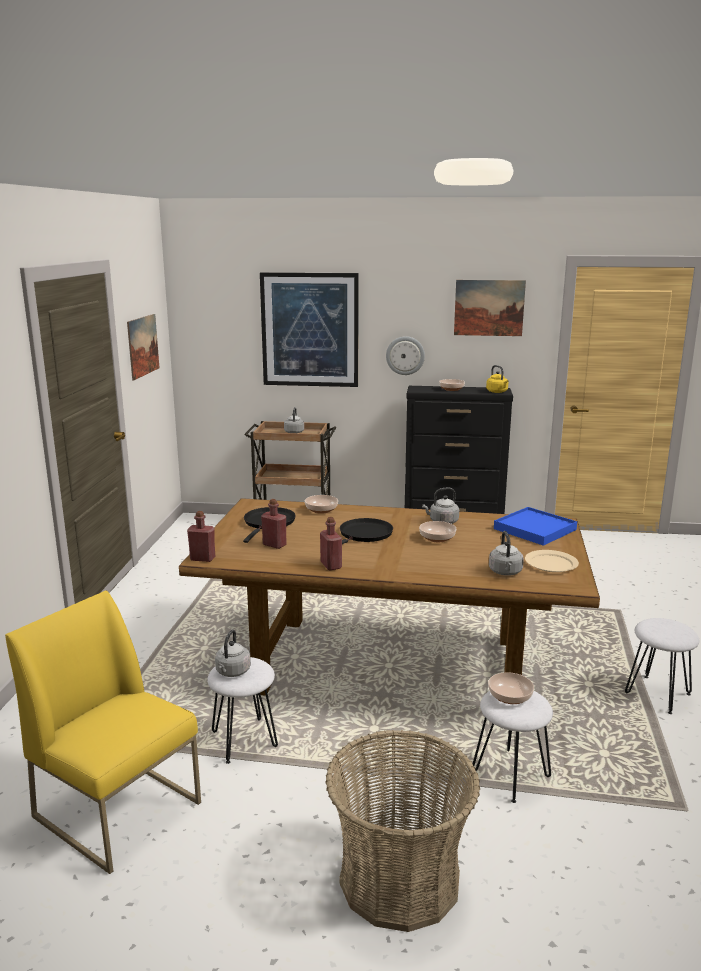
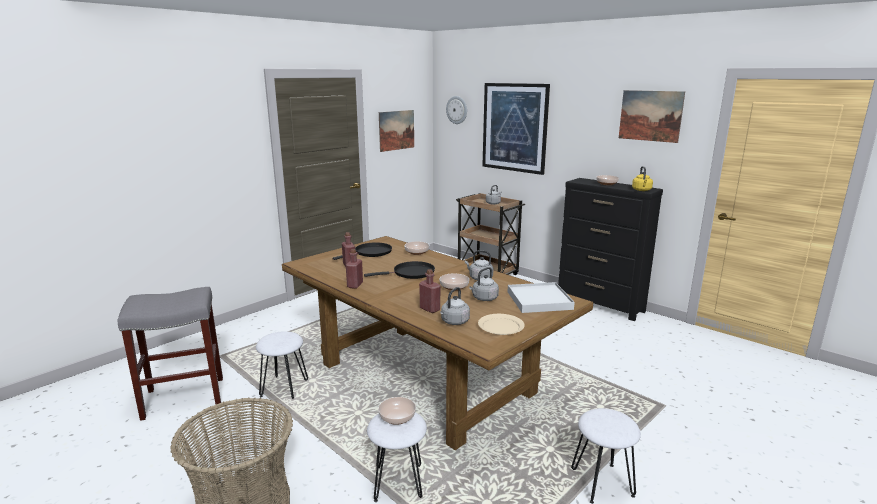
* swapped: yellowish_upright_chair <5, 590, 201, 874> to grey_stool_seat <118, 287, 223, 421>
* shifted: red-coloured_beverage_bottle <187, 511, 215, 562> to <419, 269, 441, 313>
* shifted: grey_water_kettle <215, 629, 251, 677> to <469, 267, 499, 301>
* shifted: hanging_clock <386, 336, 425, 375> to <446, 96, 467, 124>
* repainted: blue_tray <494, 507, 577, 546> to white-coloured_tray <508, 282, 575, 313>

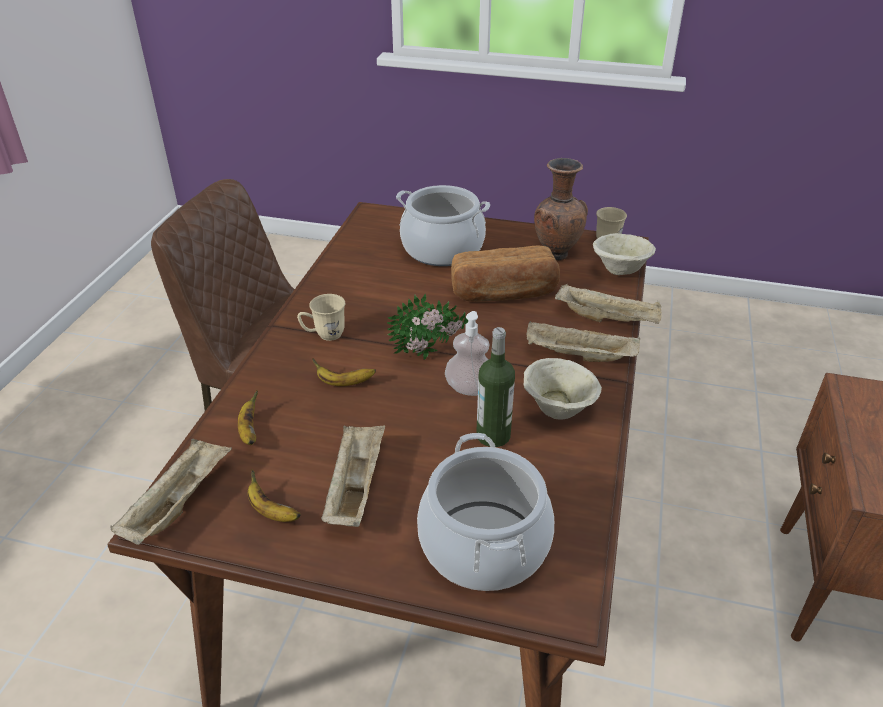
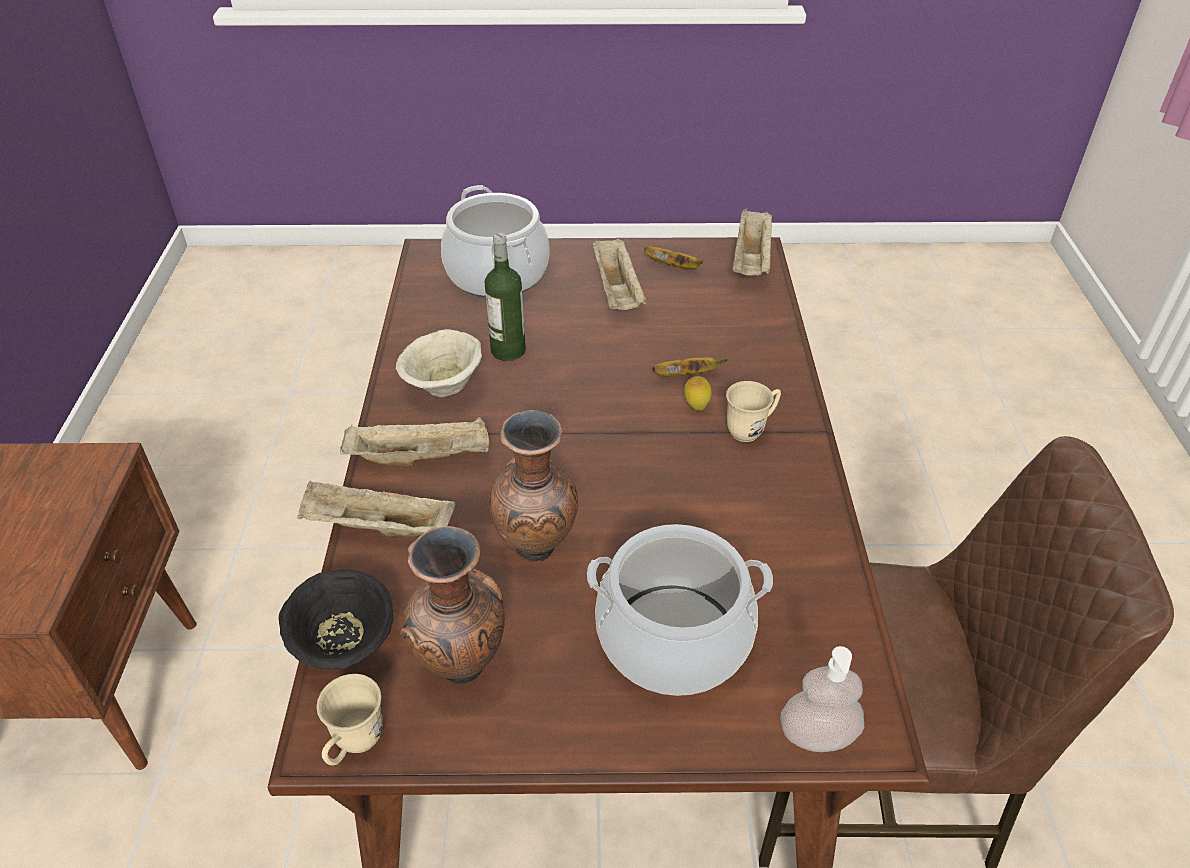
* gone: banana_fruit <238, 390, 258, 445>
* gone: houseplant <387, 293, 468, 360>
* shifted: soap_bottle <445, 311, 489, 396> to <781, 646, 864, 752>
* swapped: baked_bread <451, 246, 560, 302> to brown_vase <489, 410, 578, 561>
* repainted: beige_bowl <593, 233, 656, 275> to black_bowl <279, 569, 393, 669>
* new: citrus_fruit <684, 376, 712, 411>

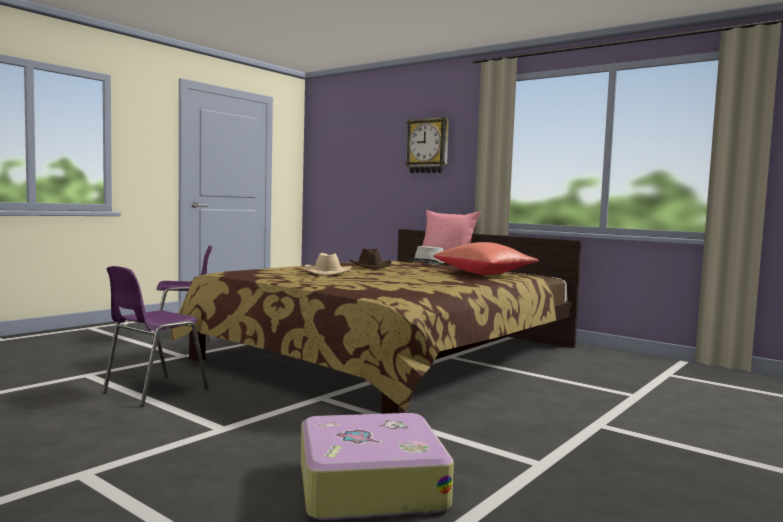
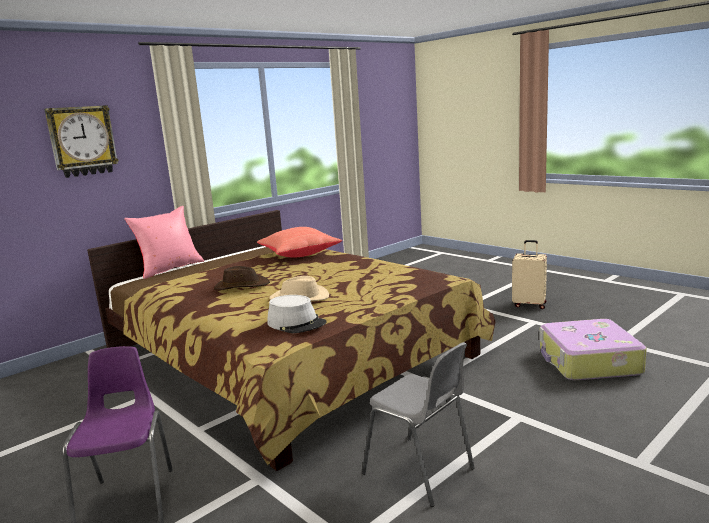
* repainted: purple-coloured_upright_chair <103, 266, 208, 406> to grey_upright_chair <362, 342, 475, 507>
* shifted: grey_clothing_hat <409, 246, 445, 264> to <267, 295, 327, 333>
* new: beige_travel_case <512, 240, 547, 309>

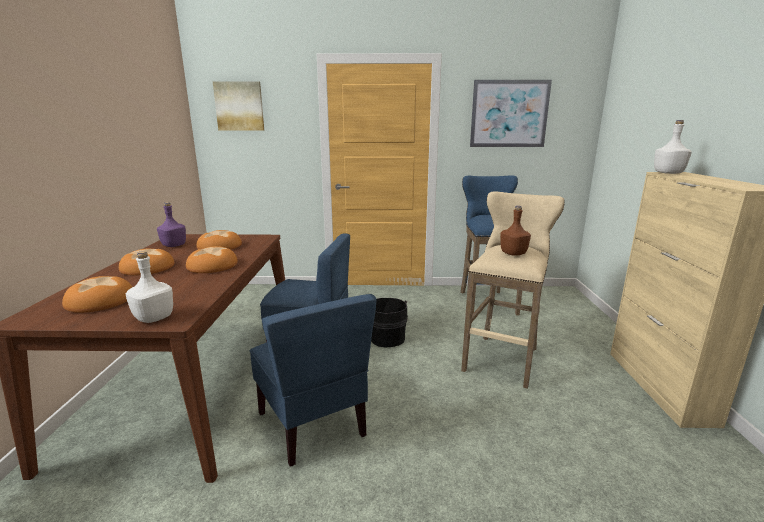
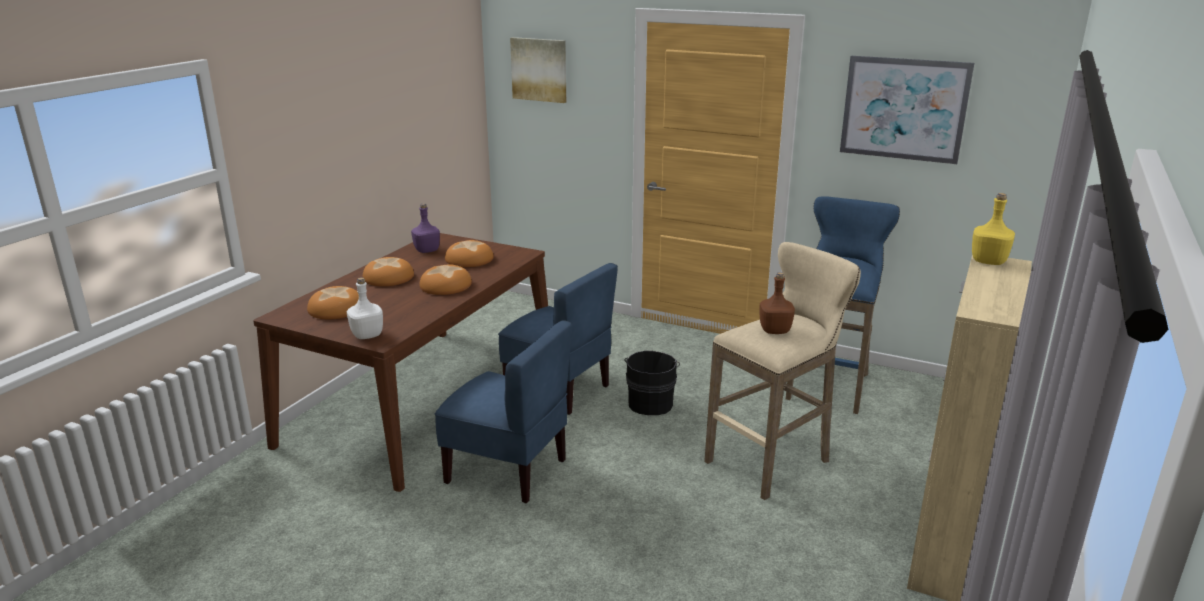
* rotated: blue_upright_chair <250, 294, 377, 466> = <435, 320, 572, 503> 60 degrees counterclockwise
* repainted: white-coloured_beverage_bottle <654, 120, 692, 174> to yellowish_beverage_bottle <972, 193, 1015, 265>

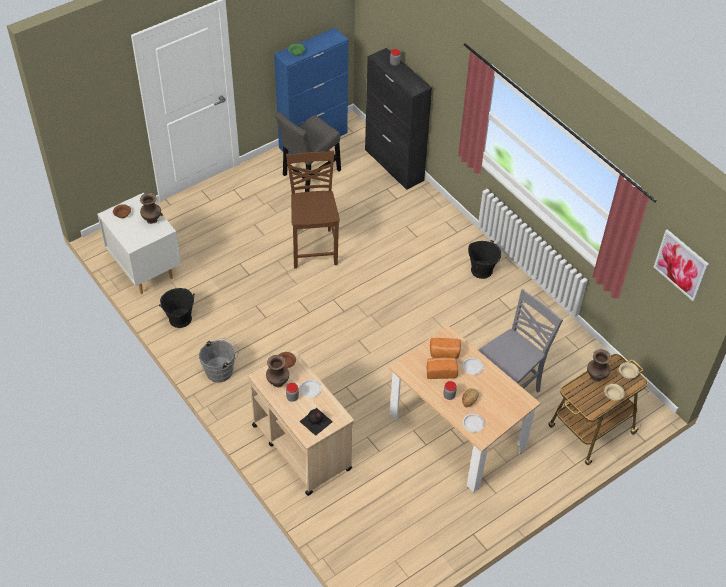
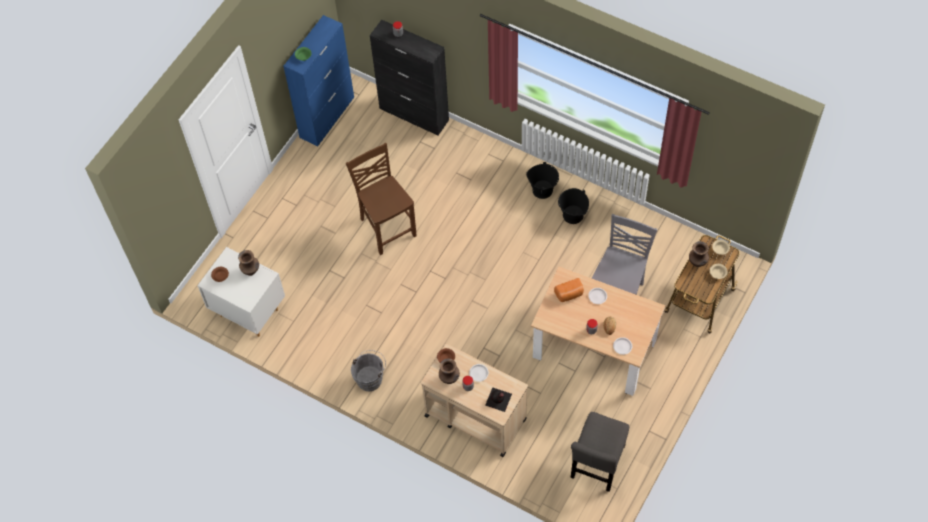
* shifted: black_bucket <159, 288, 195, 328> to <558, 188, 589, 224>
* shifted: grey_upright_chair <275, 112, 341, 192> to <571, 412, 629, 492>
* gone: baked_bread <427, 357, 458, 379>
* gone: picture <654, 229, 709, 301>

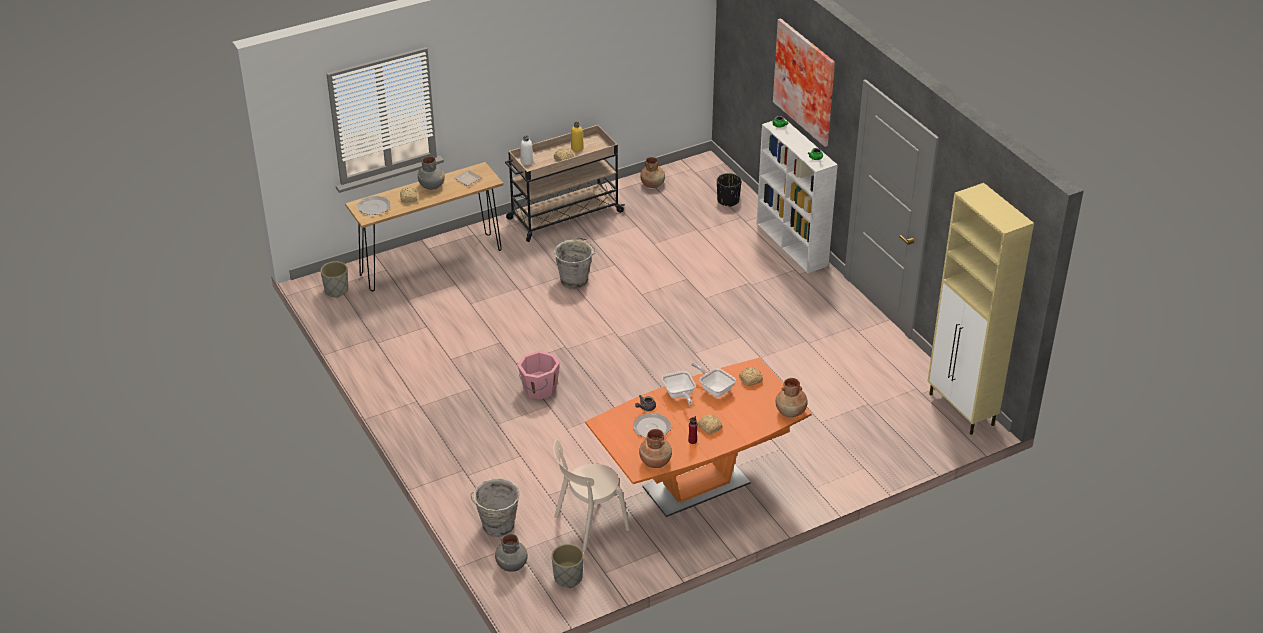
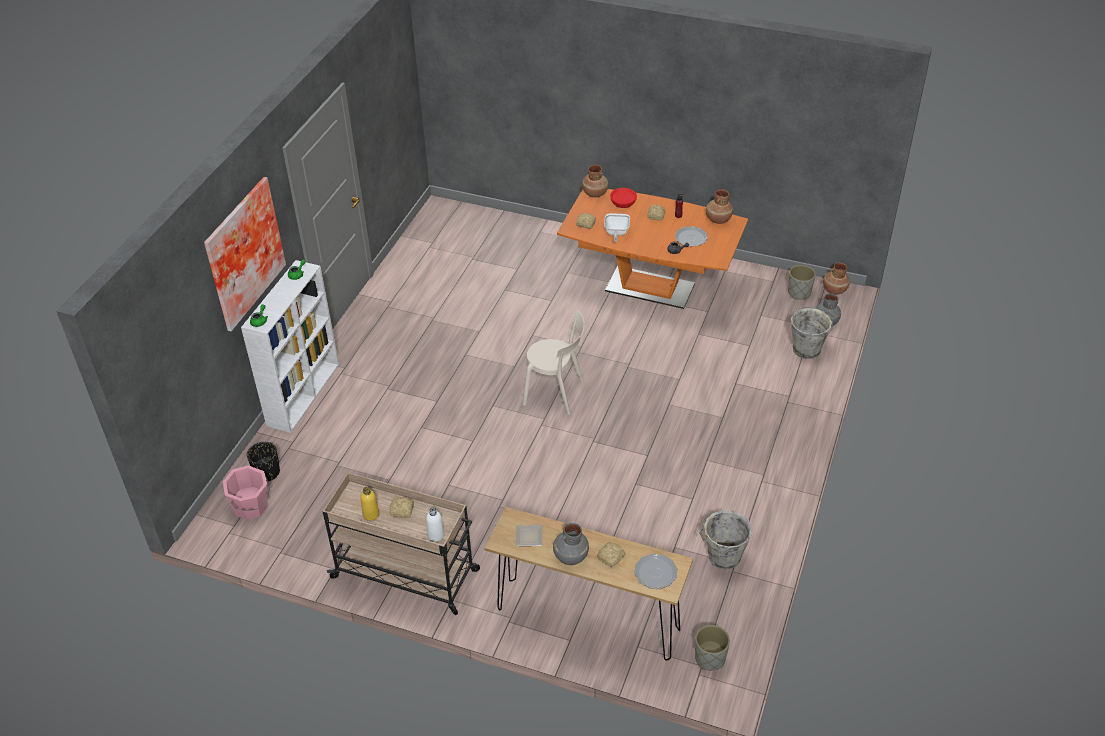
* shifted: pink_bucket <517, 351, 560, 400> to <223, 465, 270, 520>
* shifted: beige_upright_chair <553, 440, 630, 552> to <522, 310, 584, 415>
* shifted: grey_bucket <554, 237, 595, 289> to <699, 510, 752, 570>
* shifted: brown_vase <640, 157, 665, 188> to <823, 262, 850, 294>
* gone: skillet <662, 371, 696, 406>
* gone: beige_cupboard <928, 183, 1034, 435>
* new: red-coloured_bowl <610, 188, 637, 208>

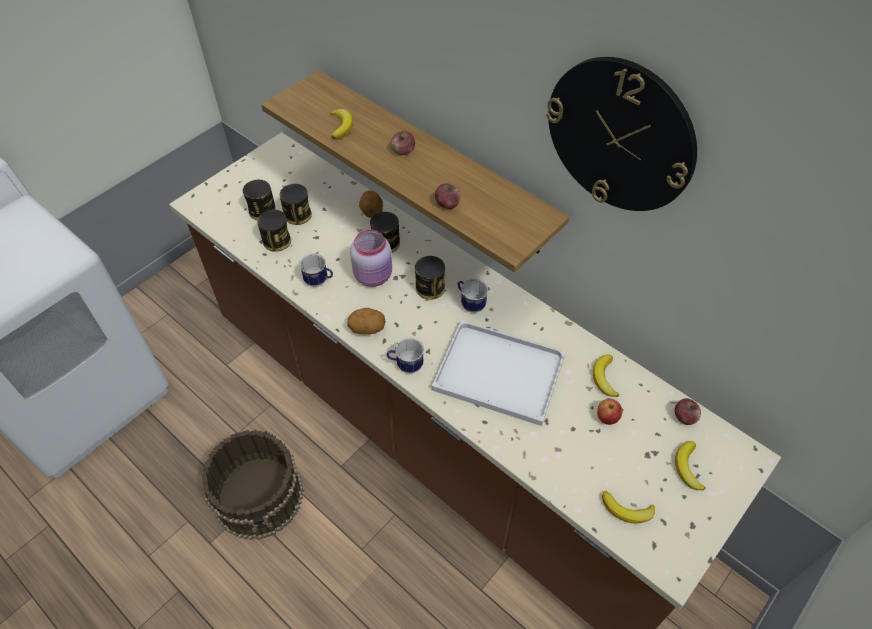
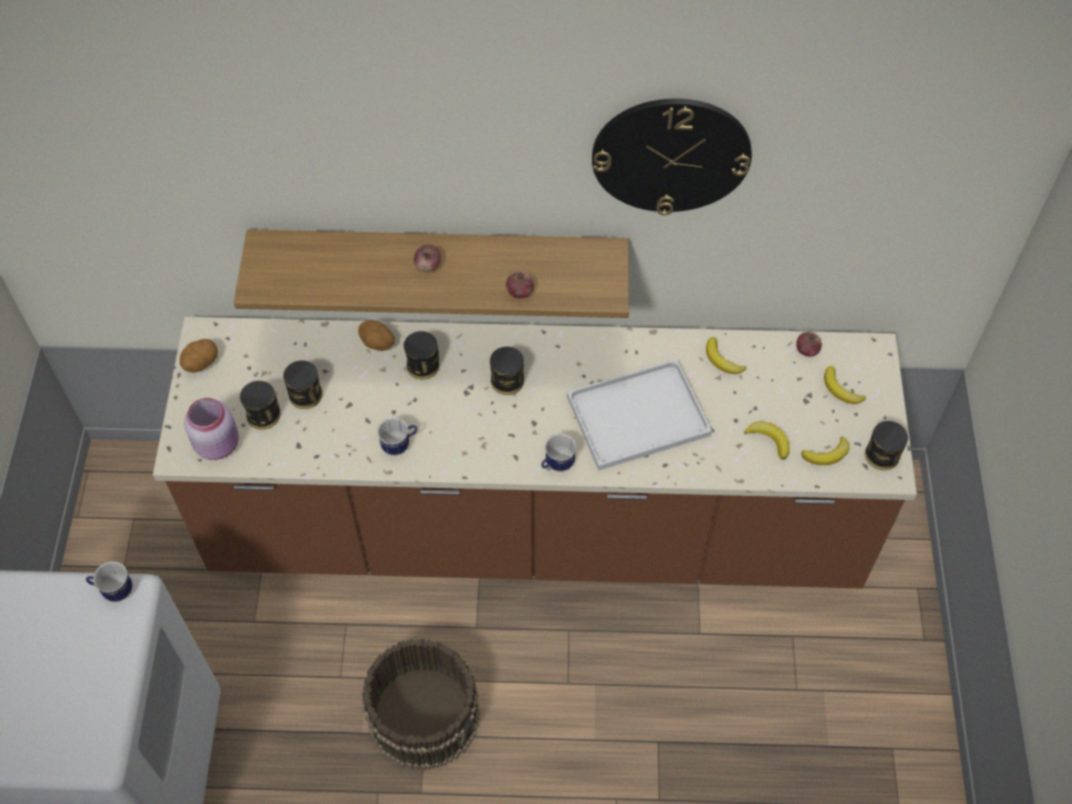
* shifted: can <257, 209, 291, 252> to <865, 421, 908, 470>
* shifted: banana_fruit <330, 109, 353, 140> to <744, 421, 789, 460>
* shifted: whole_potato <347, 308, 386, 334> to <180, 339, 218, 373>
* shifted: pink_storage_jar <350, 230, 392, 287> to <184, 398, 239, 460>
* shifted: tea_mug <458, 279, 488, 313> to <86, 561, 133, 602>
* gone: whole_apple <597, 399, 622, 425>

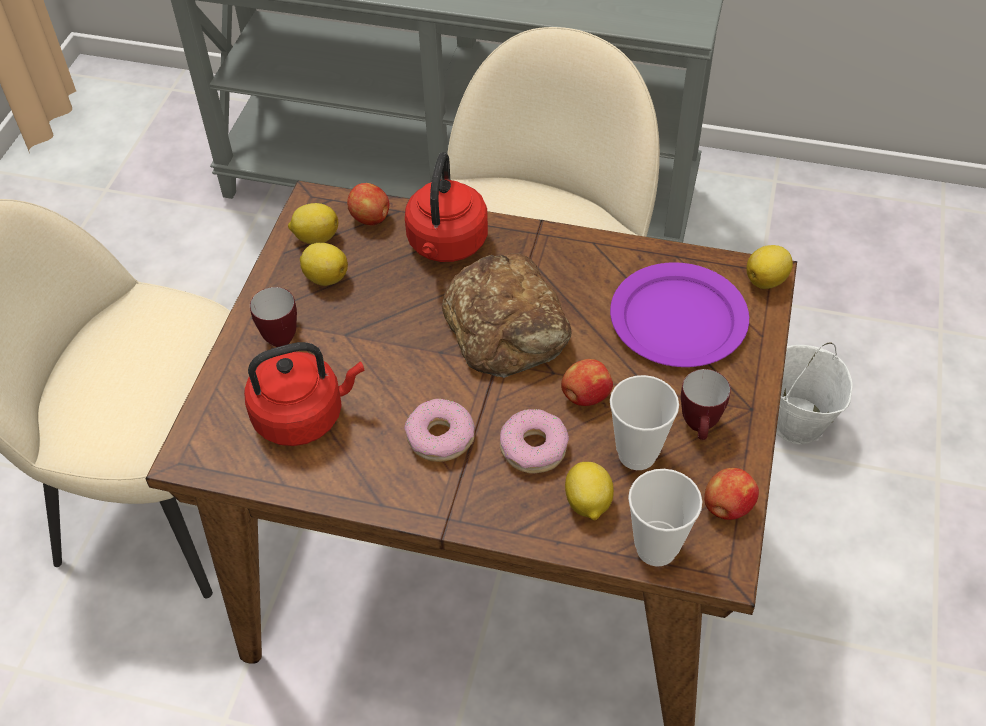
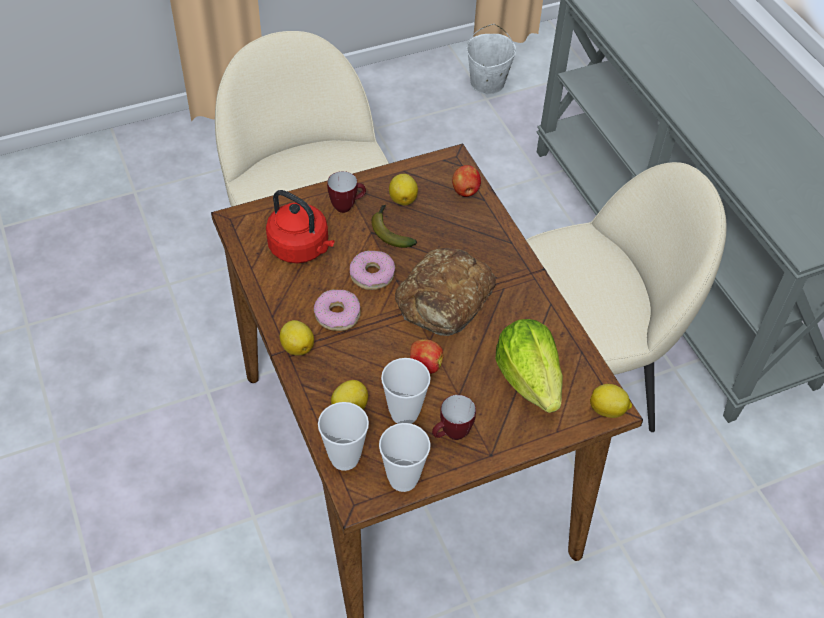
* shifted: citrus_fruit <288, 203, 338, 244> to <280, 320, 314, 355>
* gone: red-coloured_water_kettle <405, 152, 488, 262>
* shifted: donut <500, 409, 569, 474> to <350, 251, 395, 290>
* swapped: purple-coloured_plate <610, 262, 749, 367> to lettuce <495, 319, 563, 413>
* swapped: whole_apple <704, 468, 759, 520> to drinking_cup <379, 423, 430, 492>
* shifted: white-coloured_bucket <776, 342, 853, 444> to <466, 24, 516, 94>
* new: banana_fruit <371, 205, 417, 248>

